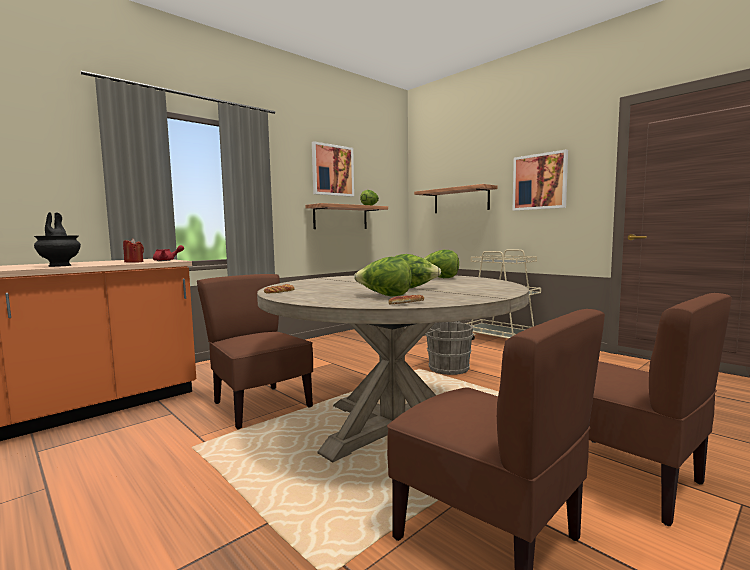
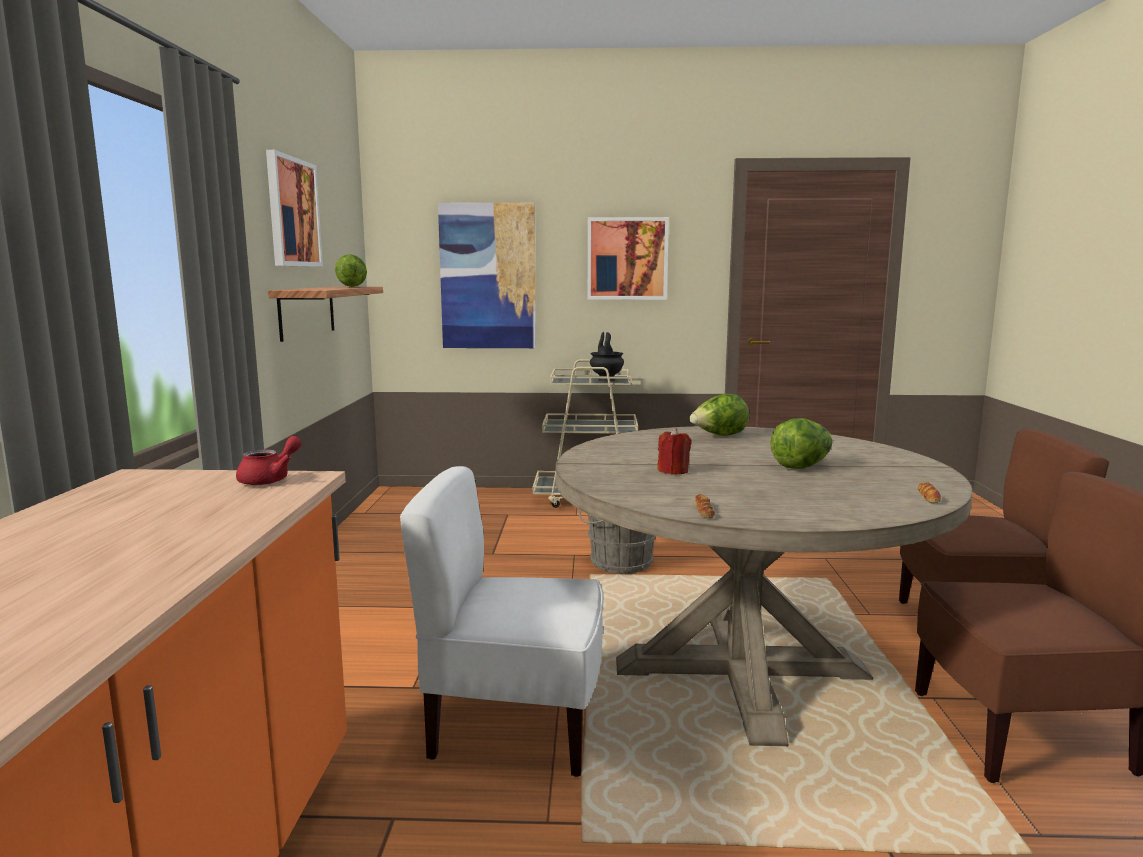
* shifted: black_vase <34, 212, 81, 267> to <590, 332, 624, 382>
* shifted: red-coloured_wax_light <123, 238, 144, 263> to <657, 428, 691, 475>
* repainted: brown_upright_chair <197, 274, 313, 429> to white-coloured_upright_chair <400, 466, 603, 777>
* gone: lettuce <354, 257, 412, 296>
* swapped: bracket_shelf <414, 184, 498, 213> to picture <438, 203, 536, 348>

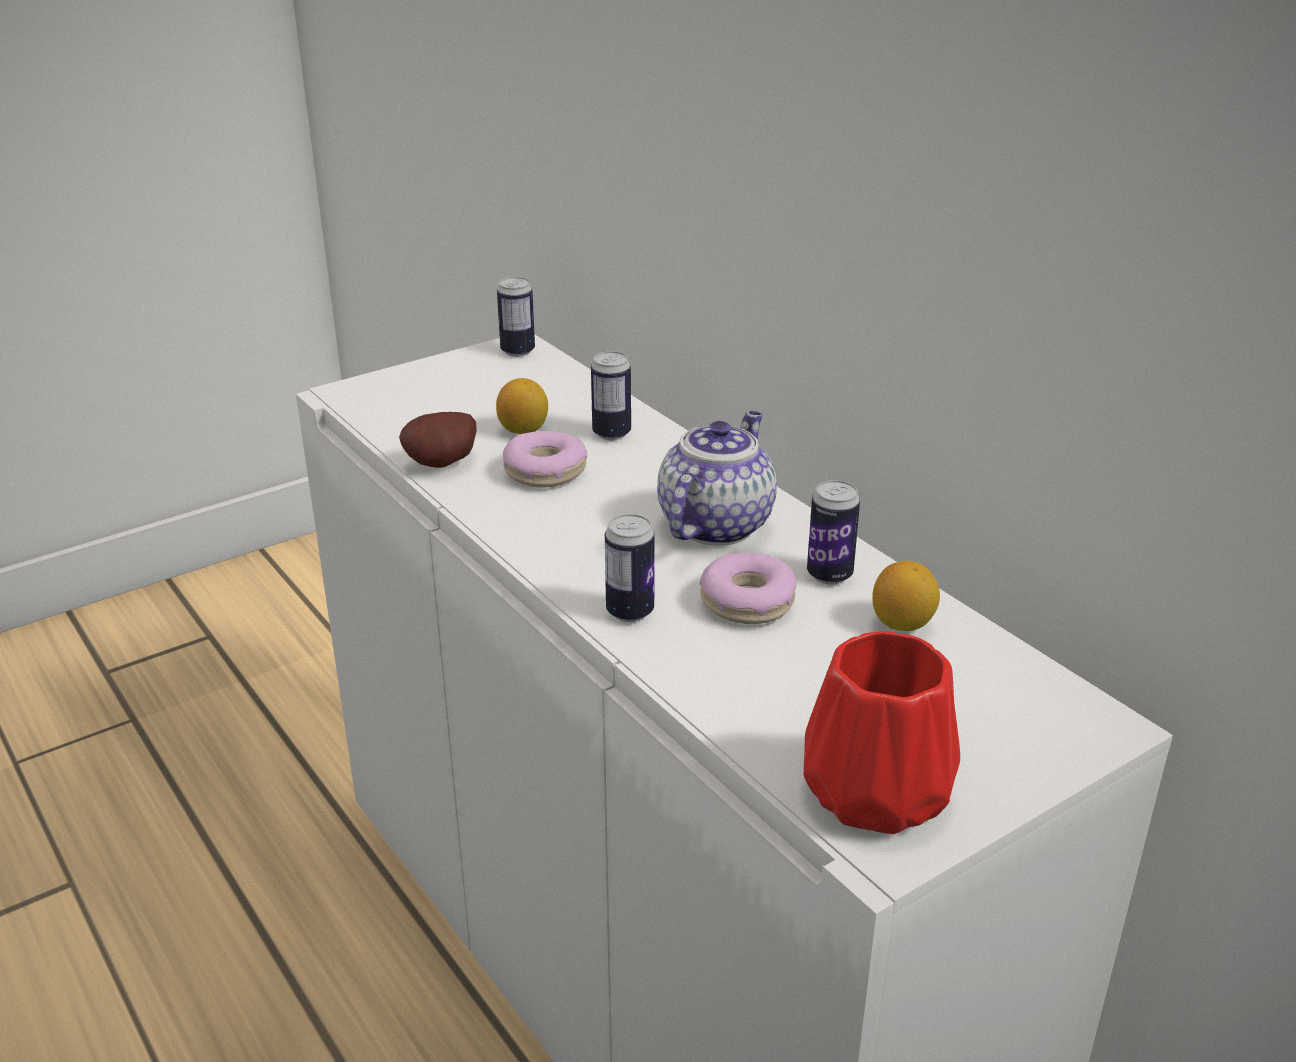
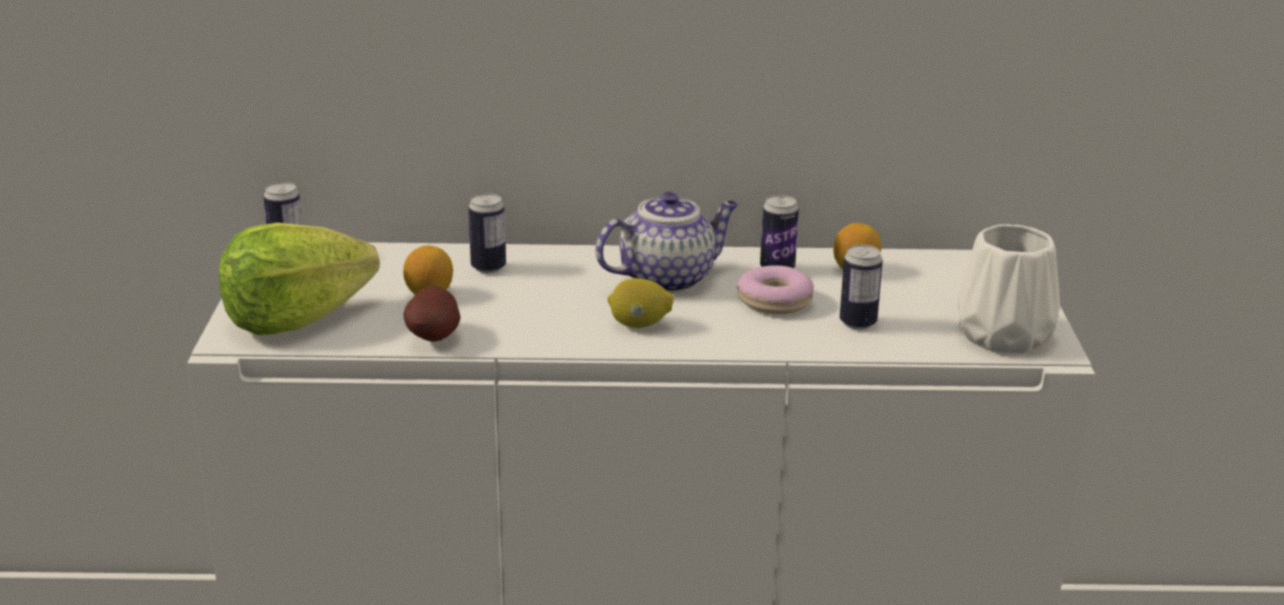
* gone: donut <503, 431, 587, 488>
* shifted: can <605, 514, 655, 622> to <840, 245, 883, 330>
* rotated: pot_for_tea <657, 411, 777, 546> = <595, 192, 739, 293> 90 degrees clockwise
* repainted: red-coloured_vase <803, 632, 960, 834> to white-coloured_vase <957, 224, 1060, 353>
* new: lettuce <219, 223, 380, 335>
* new: citrus_fruit <607, 278, 674, 328>

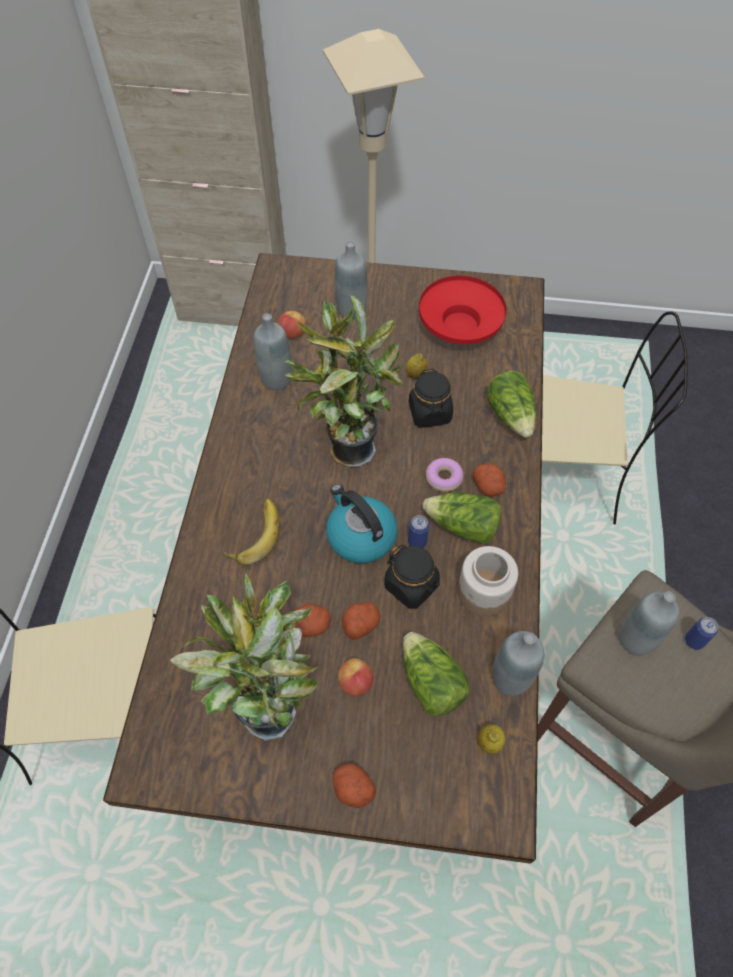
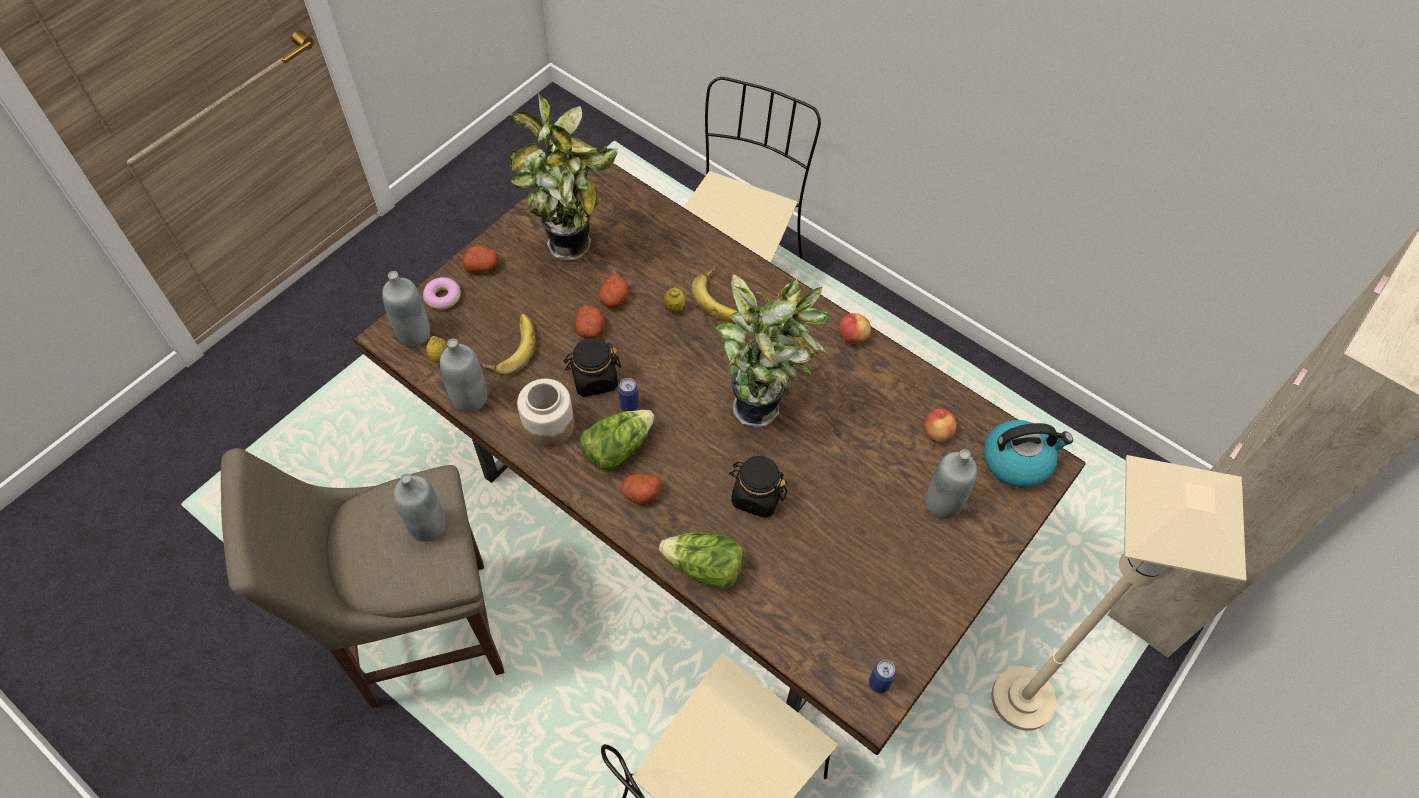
* shifted: grey_beverage_bottle <253, 313, 292, 391> to <382, 271, 430, 347>
* shifted: water_kettle <326, 484, 397, 563> to <984, 420, 1073, 488>
* shifted: whole_apple <338, 658, 374, 697> to <839, 313, 871, 344>
* swapped: lettuce <403, 632, 470, 717> to banana_fruit <481, 314, 535, 375>
* shifted: citrus_fruit <406, 353, 427, 379> to <663, 288, 685, 313>
* gone: red-coloured_bowl <419, 276, 506, 344>
* shifted: donut <426, 458, 464, 492> to <423, 277, 461, 310>
* shifted: can <685, 617, 718, 650> to <869, 659, 897, 693>

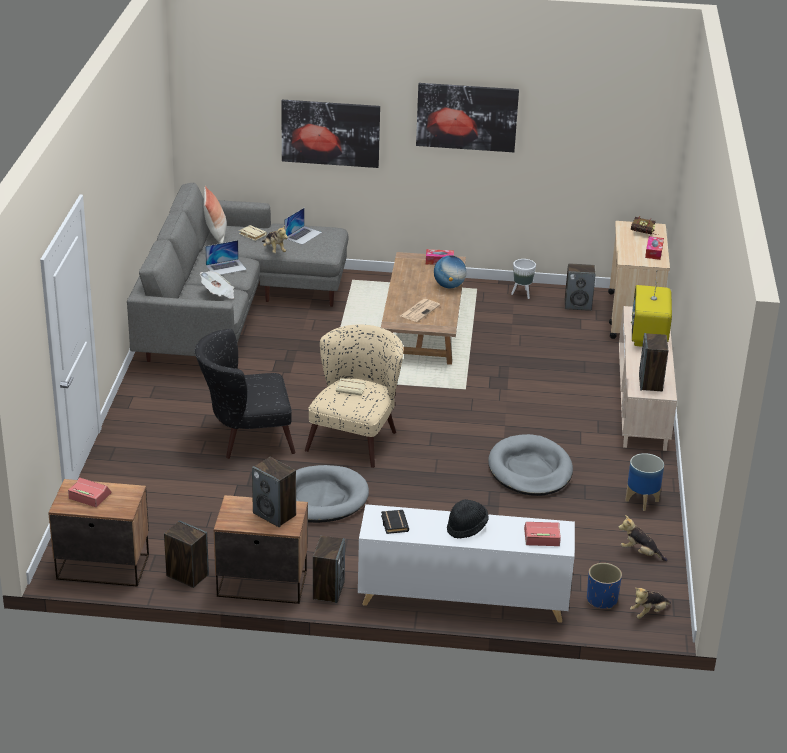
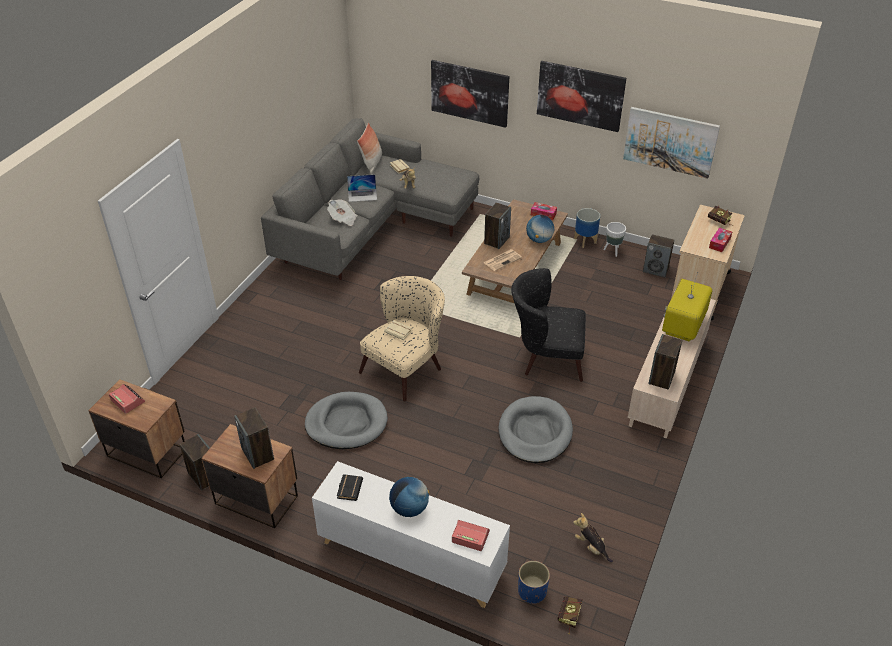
* shifted: black_armchair <195, 329, 296, 459> to <511, 268, 586, 382>
* gone: laptop <284, 208, 322, 245>
* shifted: loudspeaker <313, 536, 345, 603> to <484, 203, 511, 249>
* swapped: black_clothing_hat <447, 499, 489, 538> to globe <389, 477, 429, 517>
* shifted: plant_pot <625, 453, 664, 511> to <574, 208, 600, 248>
* swapped: plush_toy <630, 588, 671, 619> to volume <558, 596, 582, 633>
* new: picture <623, 107, 720, 179>

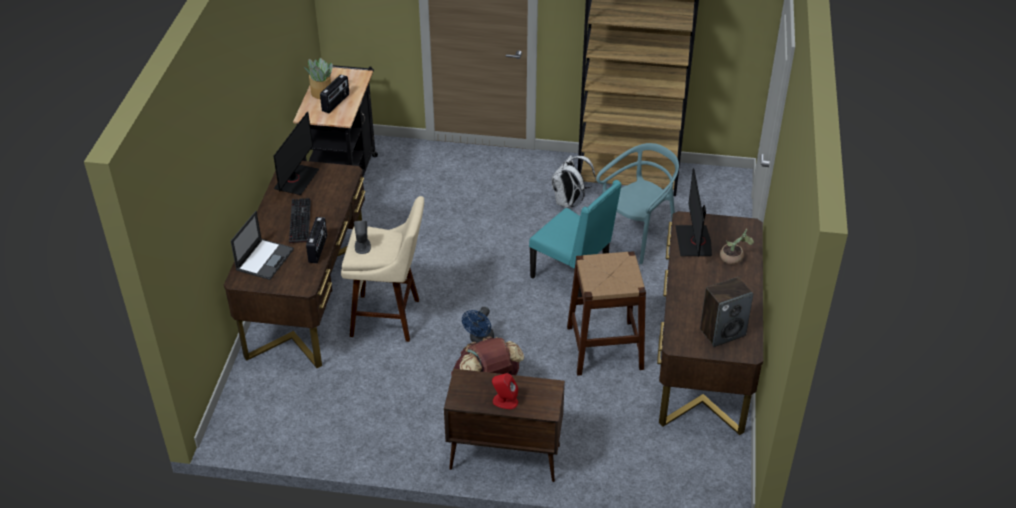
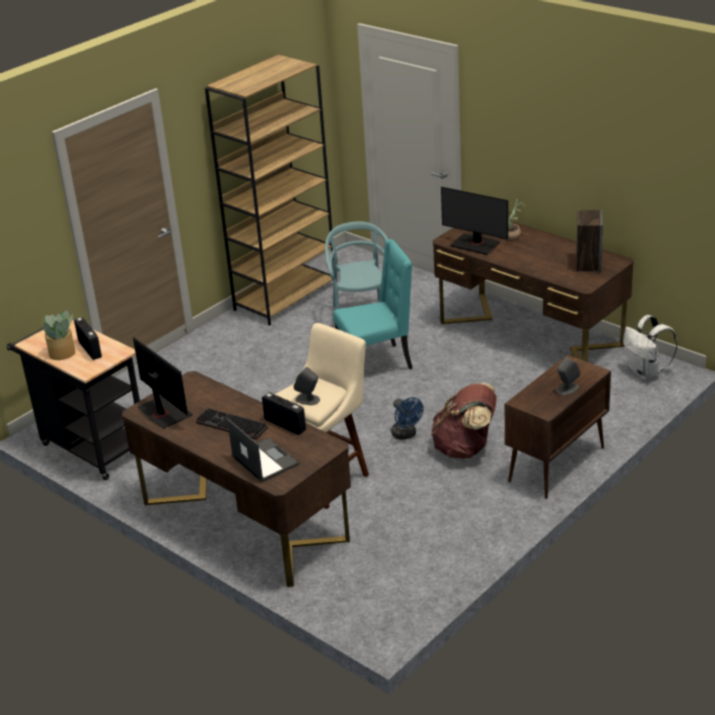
* repainted: red-coloured_loudspeaker <492, 373, 518, 409> to grey_loudspeaker <556, 357, 581, 395>
* shifted: white-coloured_backpack <552, 155, 596, 208> to <623, 315, 677, 380>
* gone: brown_stool_seat <567, 251, 646, 376>

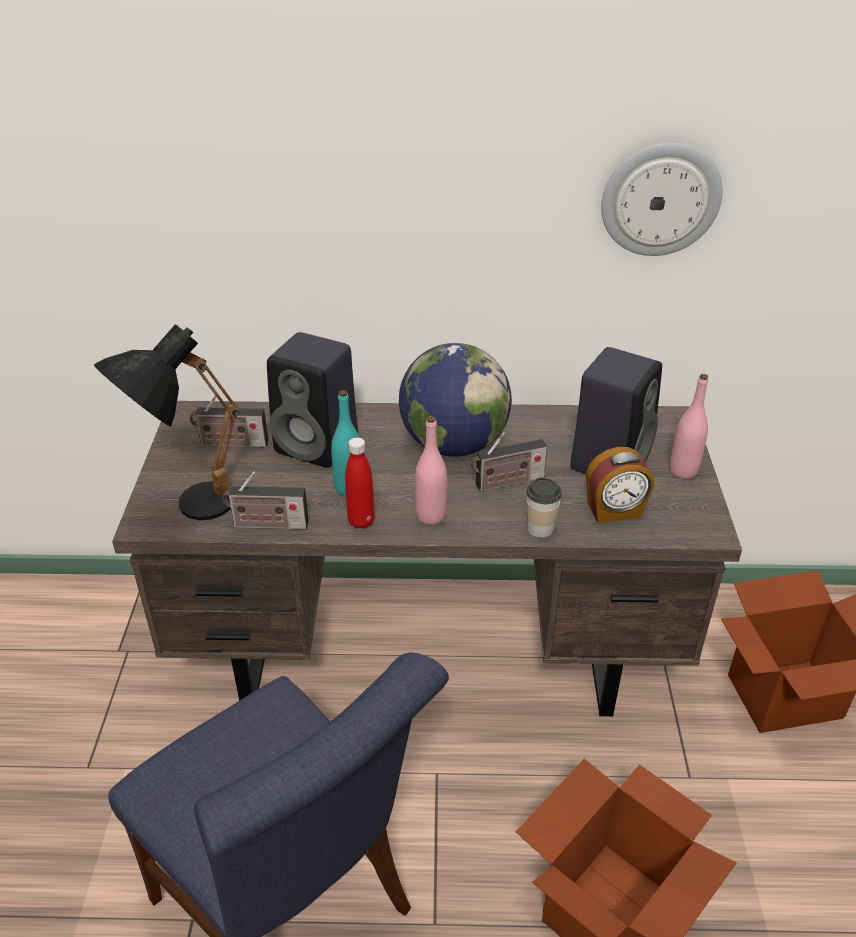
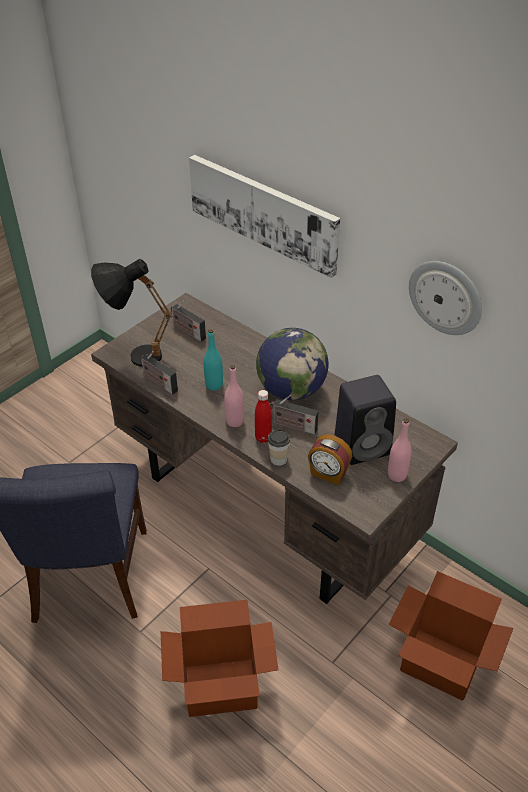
* gone: black_loudspeaker <267, 332, 358, 468>
* shifted: red-coloured_beverage_bottle <345, 437, 374, 529> to <255, 390, 272, 443>
* new: picture <189, 155, 340, 278>

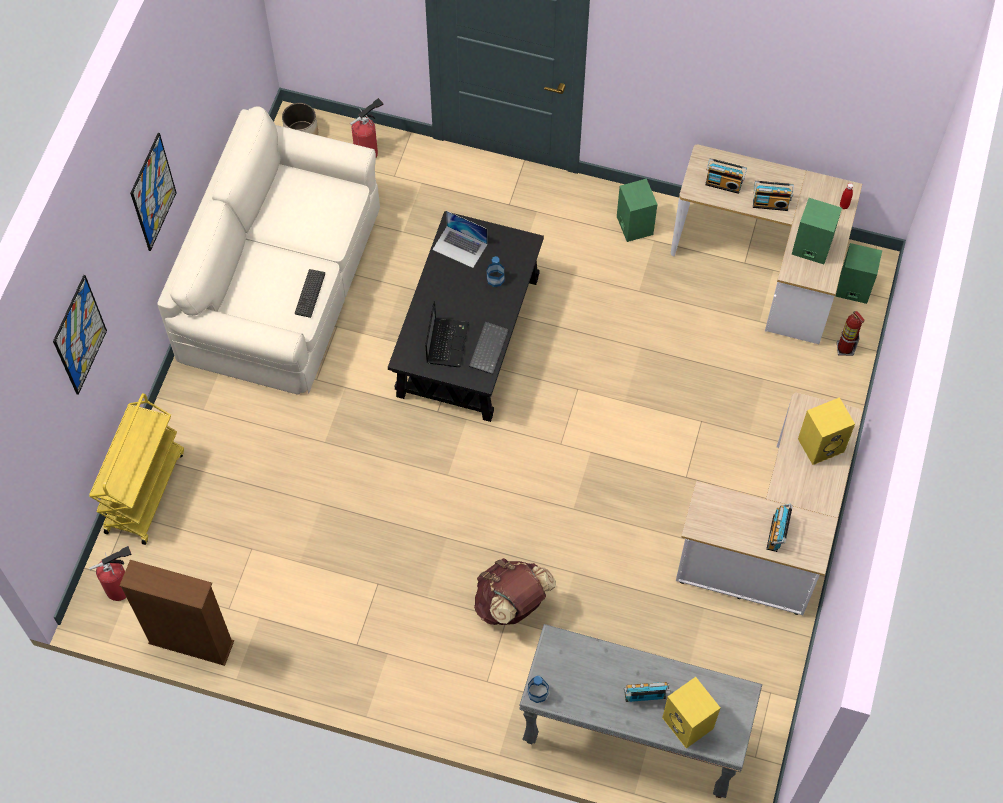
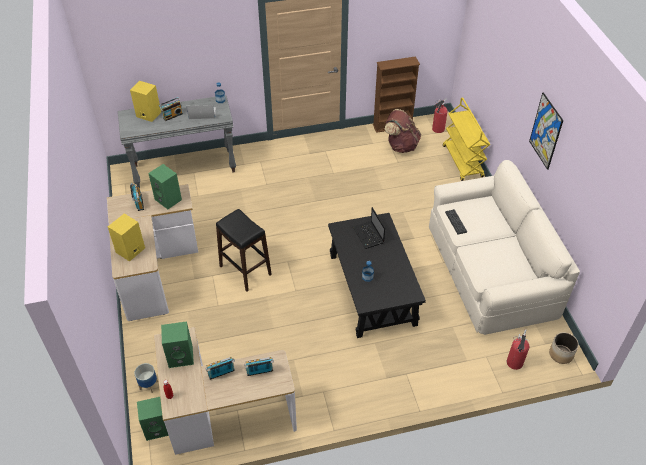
* gone: picture <53, 275, 107, 395>
* shifted: laptop <432, 211, 488, 268> to <187, 105, 216, 119>
* gone: computer_keyboard <469, 322, 509, 374>
* shifted: brown_backpack <474, 558, 556, 625> to <385, 109, 421, 153>
* shifted: green_loudspeaker <617, 179, 657, 242> to <148, 164, 182, 209>
* swapped: fire-fighting_cylinder <837, 311, 865, 356> to plant_pot <135, 363, 158, 393>
* new: black_stool_seat <216, 209, 272, 291>

